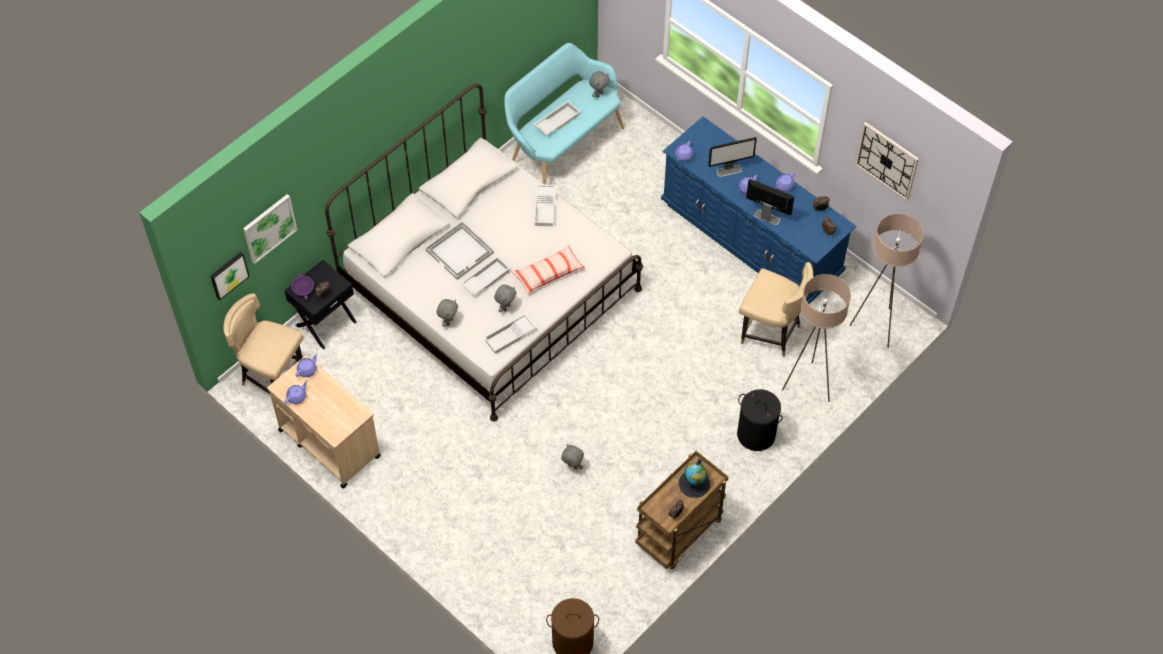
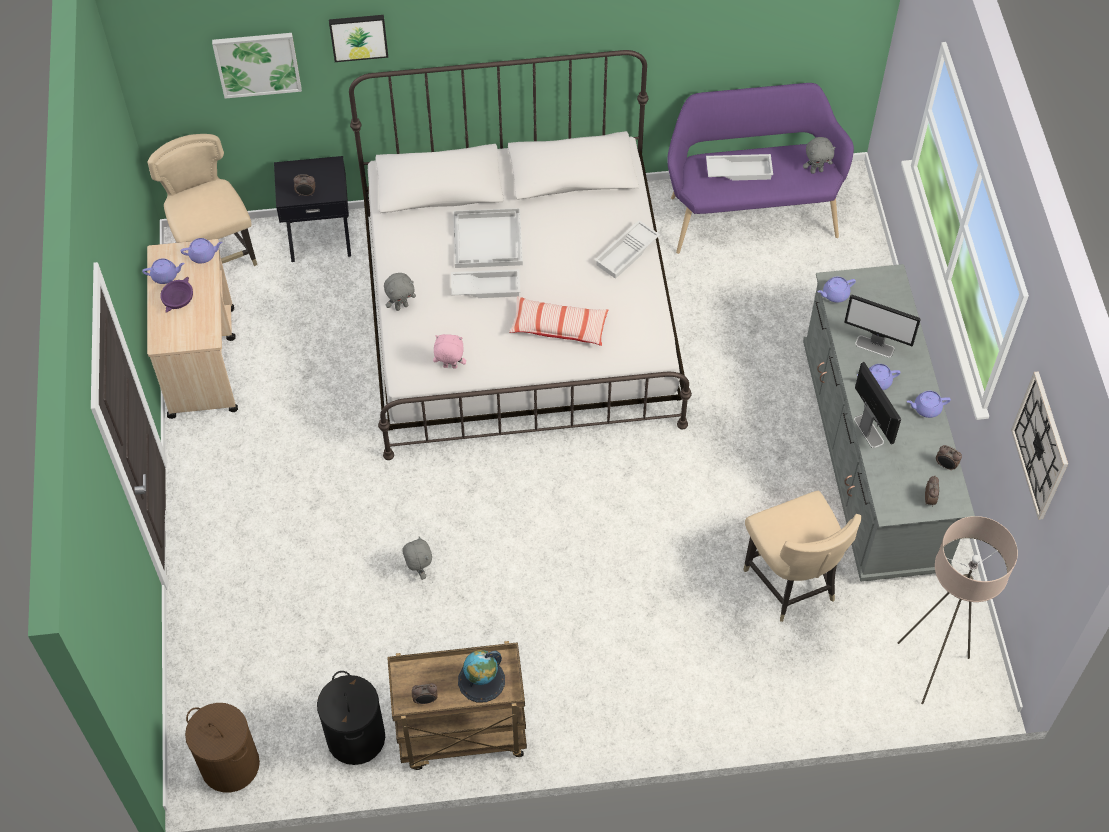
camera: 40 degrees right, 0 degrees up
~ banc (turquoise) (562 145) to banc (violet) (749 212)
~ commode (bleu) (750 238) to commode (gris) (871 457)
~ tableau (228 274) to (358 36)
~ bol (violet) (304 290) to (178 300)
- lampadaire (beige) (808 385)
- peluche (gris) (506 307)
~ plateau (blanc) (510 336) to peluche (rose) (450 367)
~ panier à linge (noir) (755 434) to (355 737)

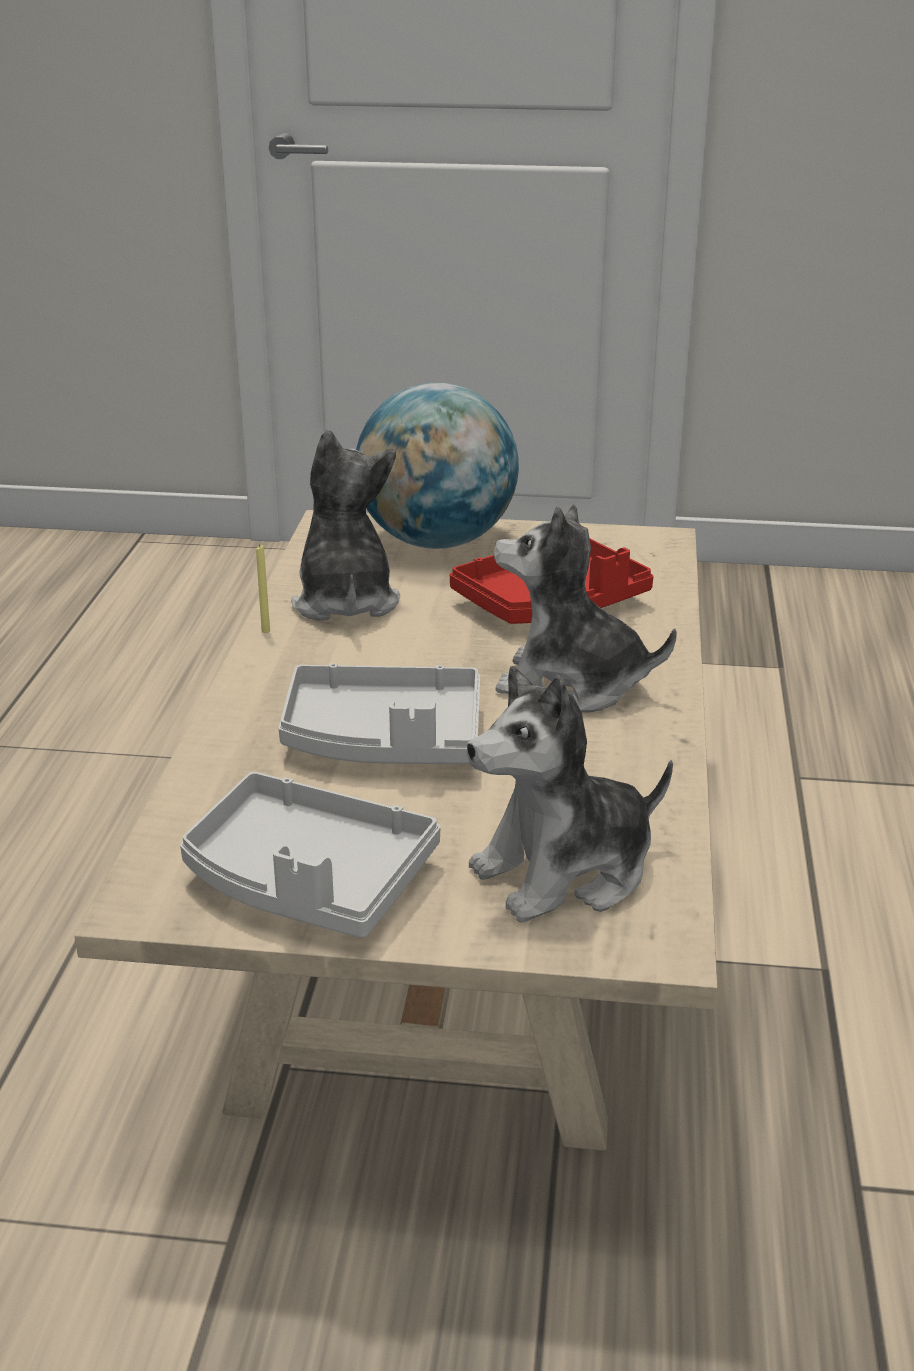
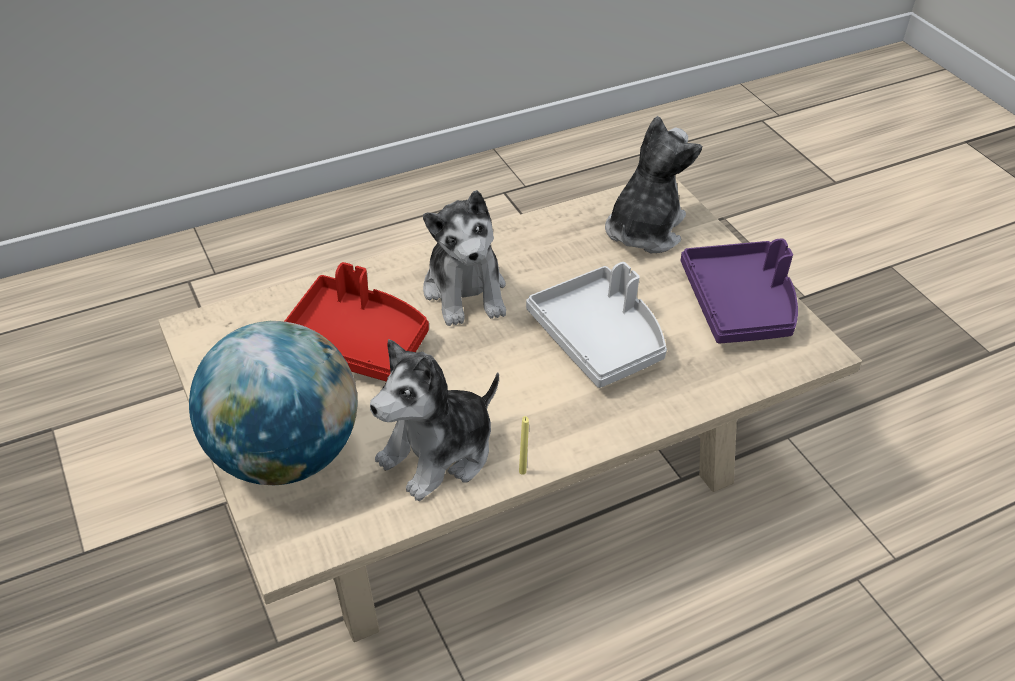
camera: 125 degrees left, 15 degrees up
~ peluche (565 872) = (643 230) 90 degrees counterclockwise
~ plateau (gris) (307 880) to plateau (violet) (740 304)

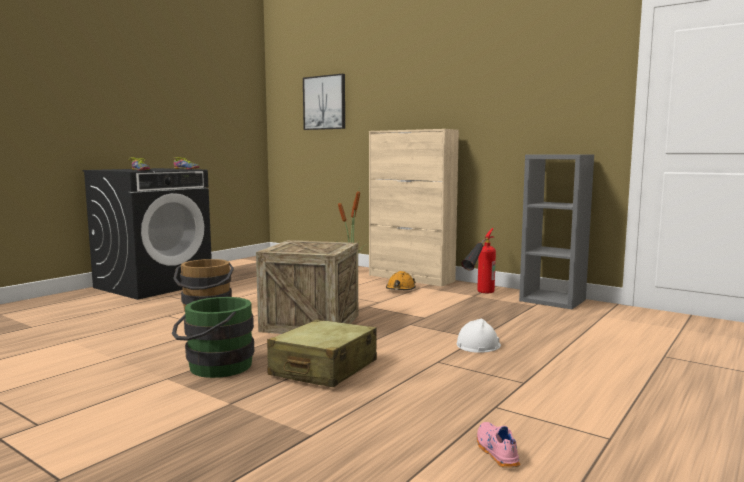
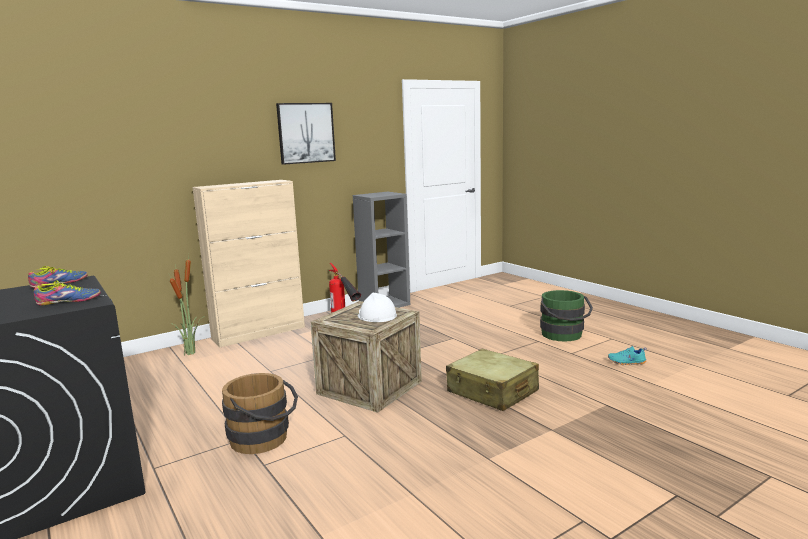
camera: 70 degrees left, 5 degrees up
~ tableau (324 102) to (306 133)
- casque de chantier (orange) (400 289)
~ seau (vert) (214 367) to (563 336)
~ casque de chantier (blanc) (478 345) to (377 316)
~ chaussure (rose) (495 452) to chaussure (turquoise) (627 362)

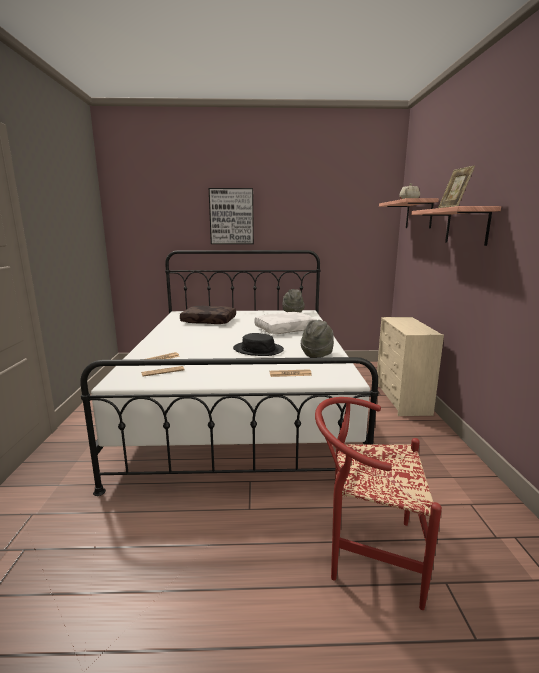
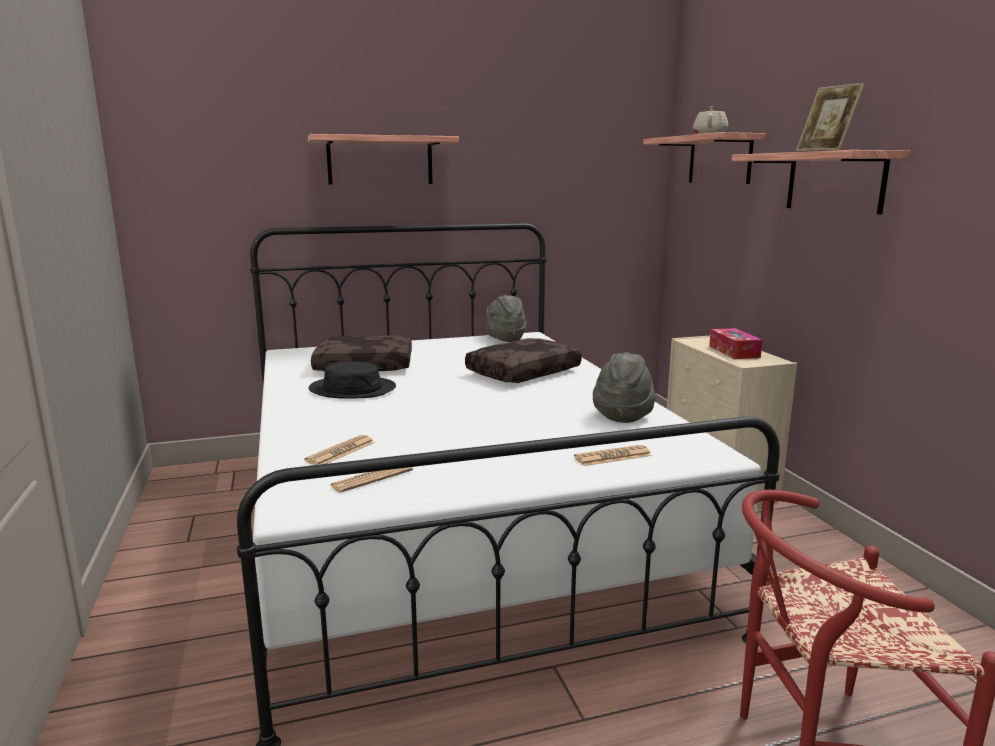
camera: 15 degrees left, 0 degrees up
~ tableau (231 216) to étagère (380 161)
~ coussin (blanc) (285 329) to coussin (marron) (523 372)
~ chapeau (noir) (258 349) to (352 389)
+ boîte à mouchoirs (734 351)

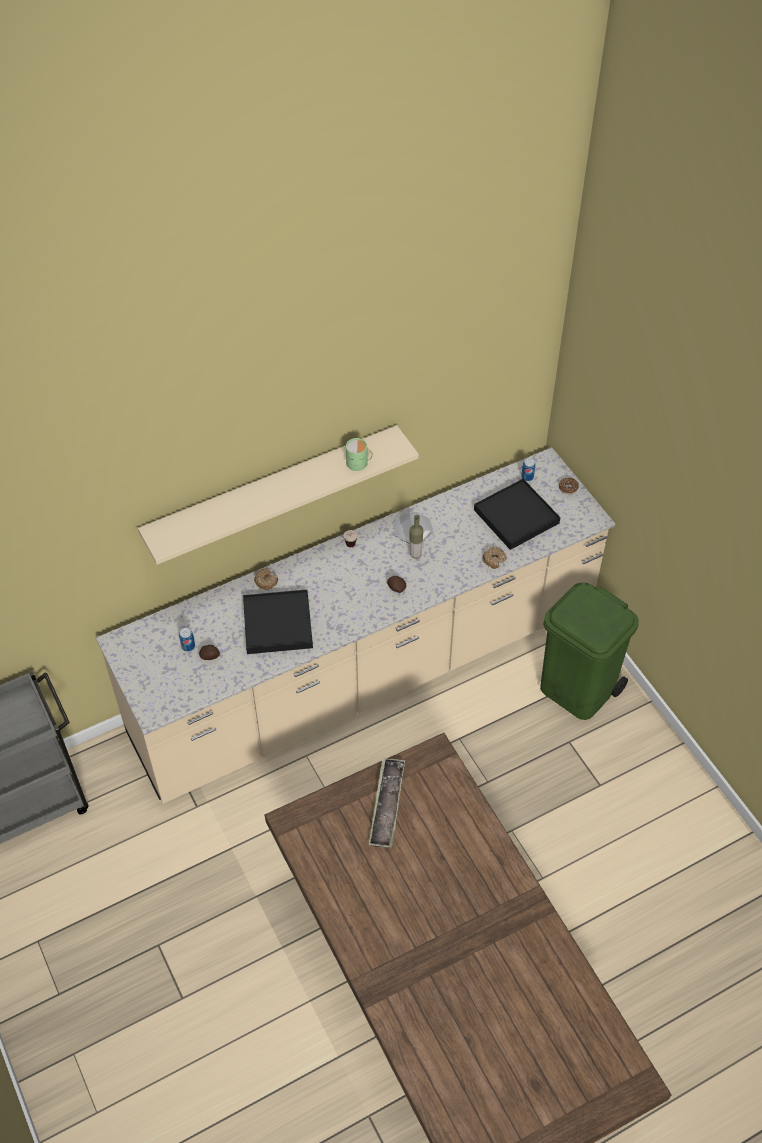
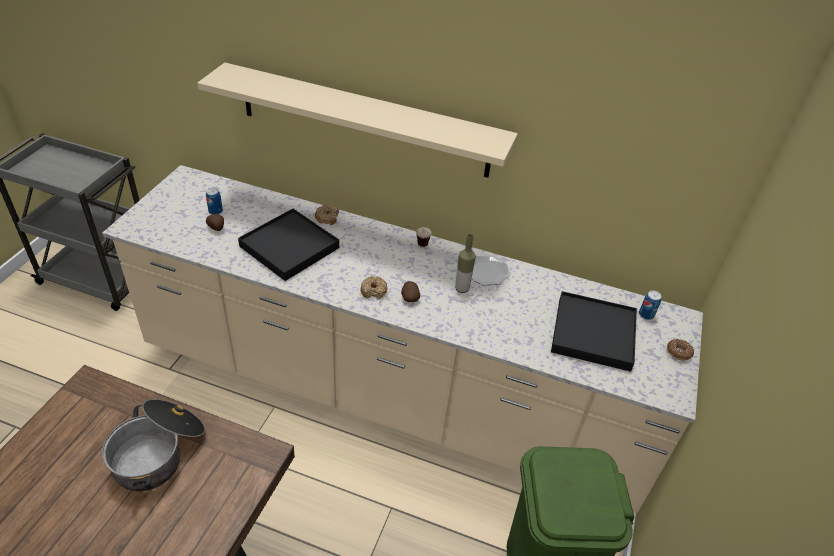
camera: 45 degrees right, 10 degrees down
- mug (vert) (359 463)
~ beignet (494 560) to (374 291)
~ plateau (387 805) to marmite (159 453)

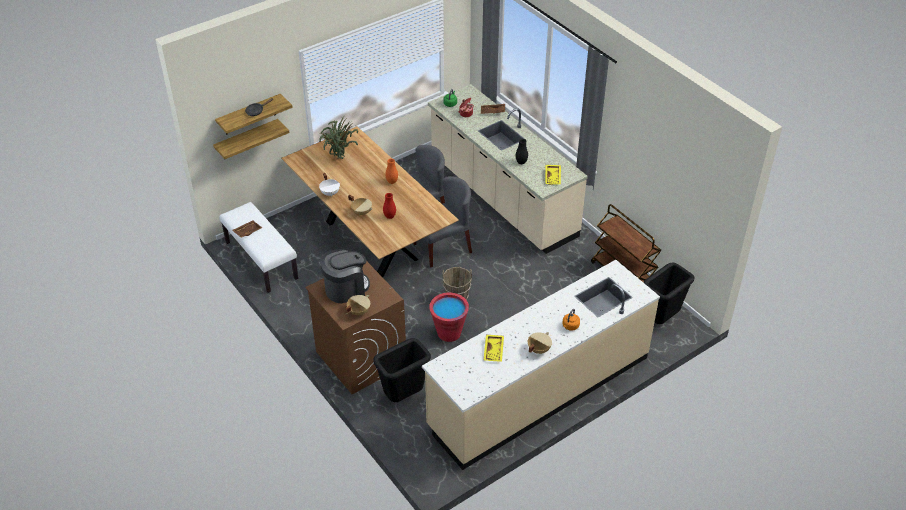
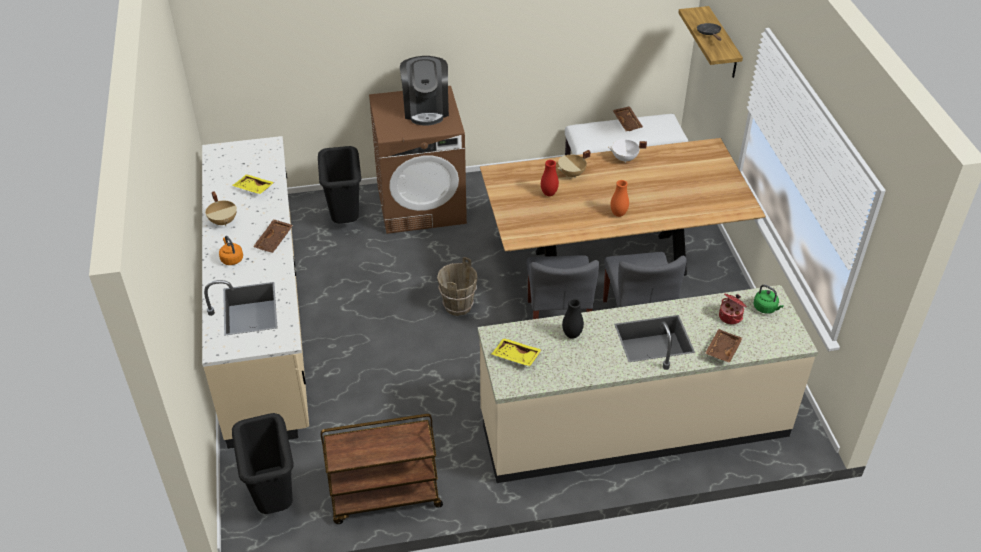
camera: 115 degrees right, 0 degrees up
- plante en pot (339 159)
- étagère (247 140)
- seau (rouge) (449 333)
- marmite (beige) (358 311)
+ plateau (marron) (274 240)

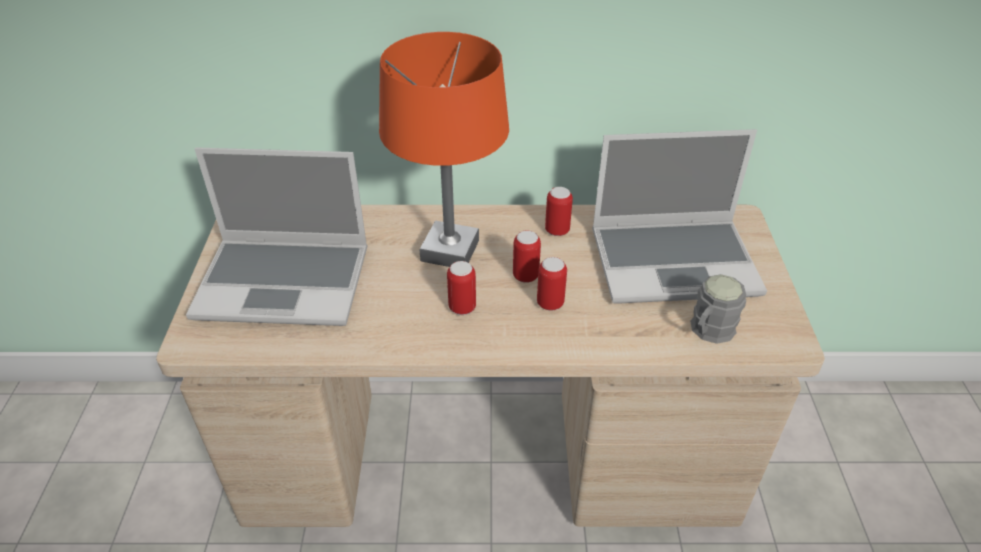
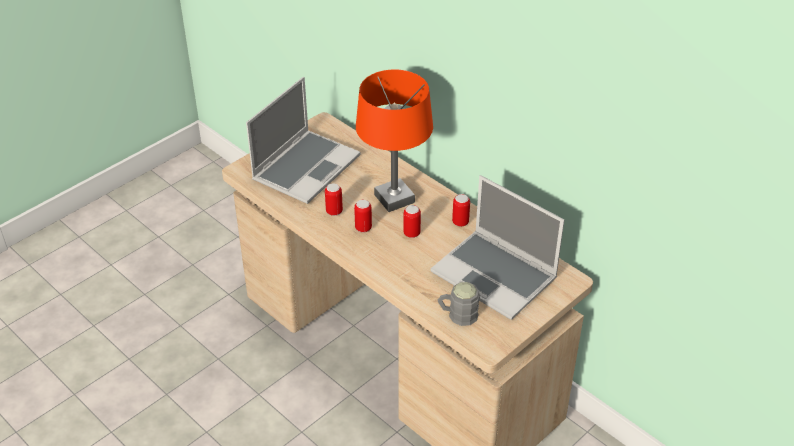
camera: 45 degrees right, 0 degrees up
~ ordinateur portable (286 282) = (306 167) 105 degrees counterclockwise
~ boîte métallique (550 303) to (334 211)

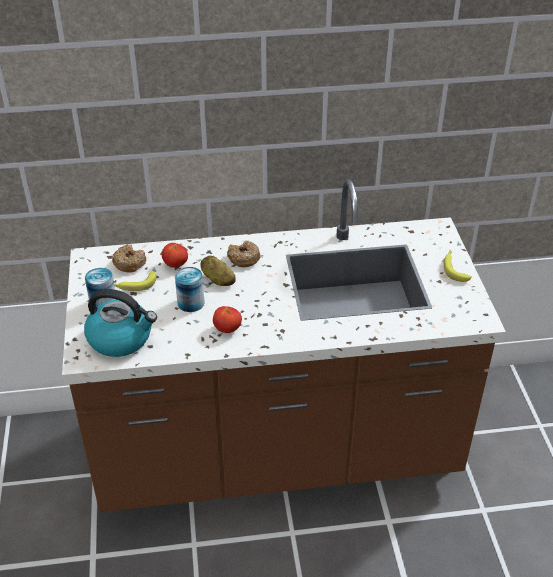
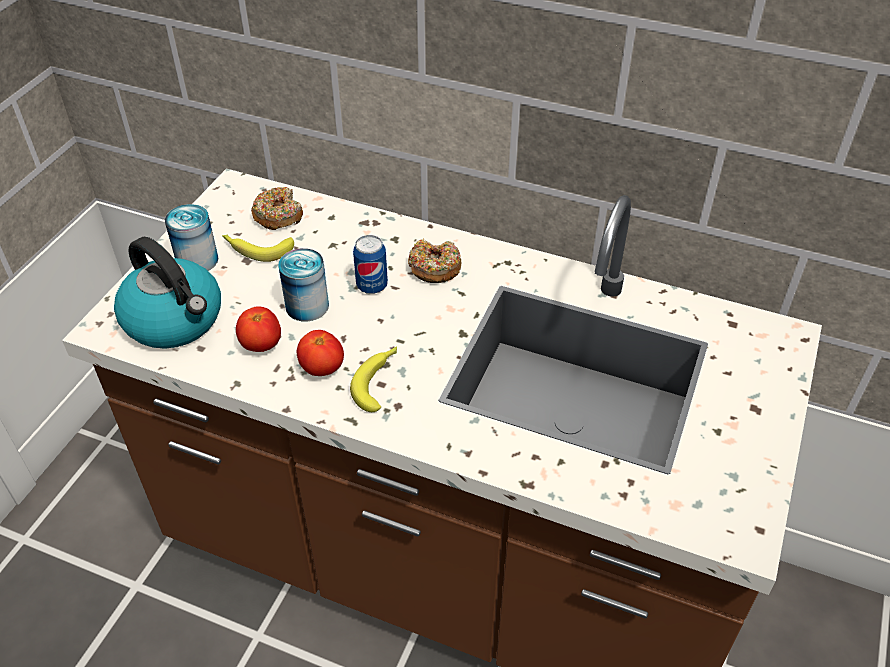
camera: 30 degrees right, 5 degrees up
~ tomate (175 265) to (261 345)
~ banane (454 268) to (379 381)
~ pomme de terre (218 280) to boîte métallique (372 286)

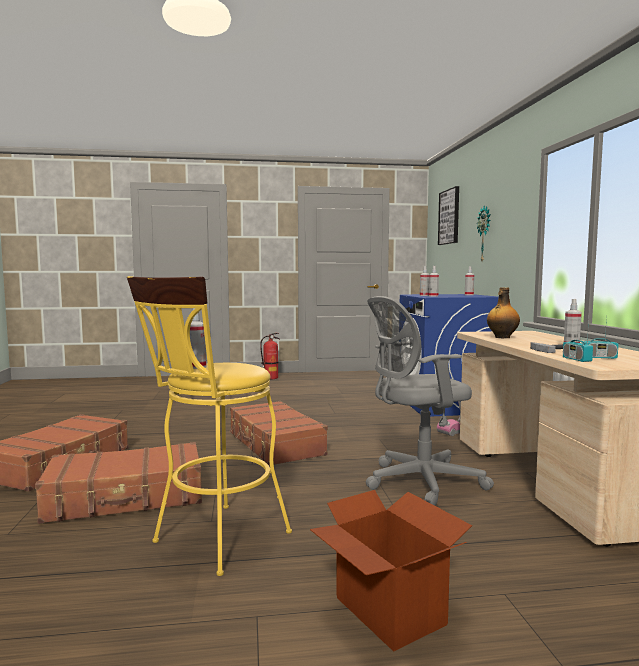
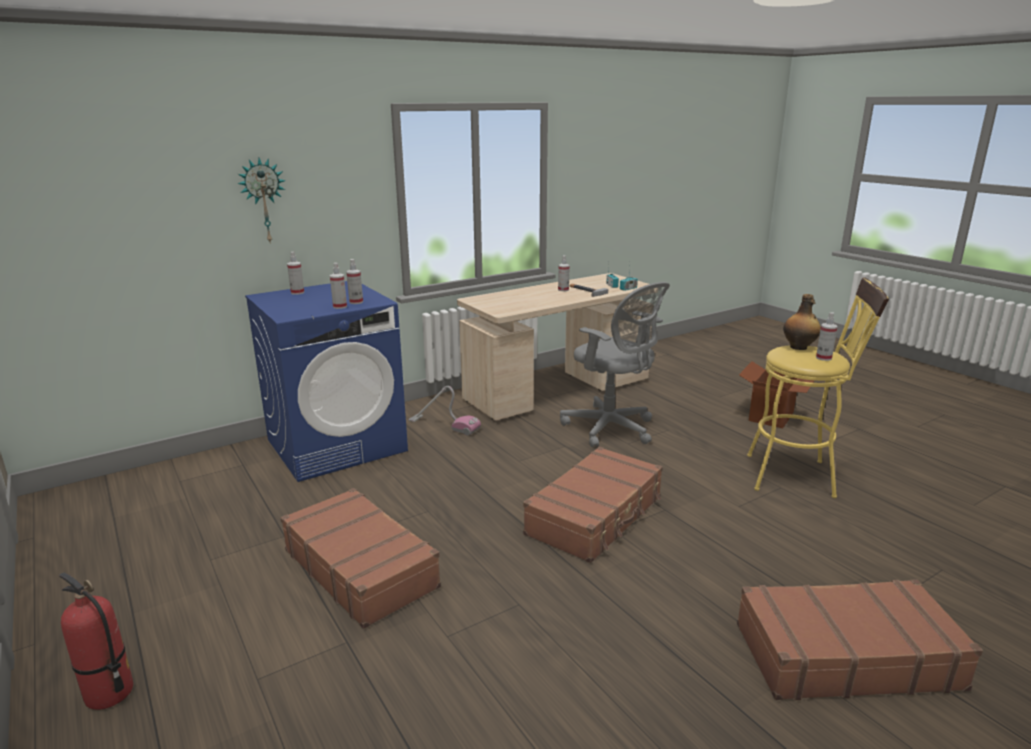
camera: 115 degrees left, 15 degrees up
- tableau (449 217)
~ bouteille (502 337) to (799 347)
~ valise (marron) (126 498) to (361 568)

